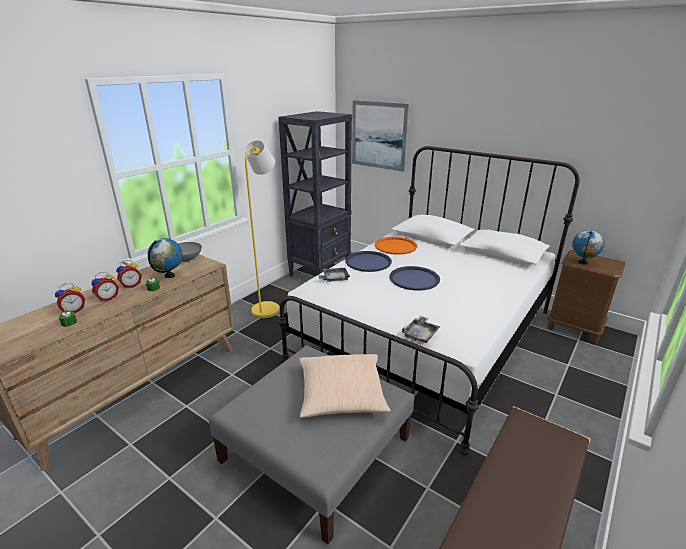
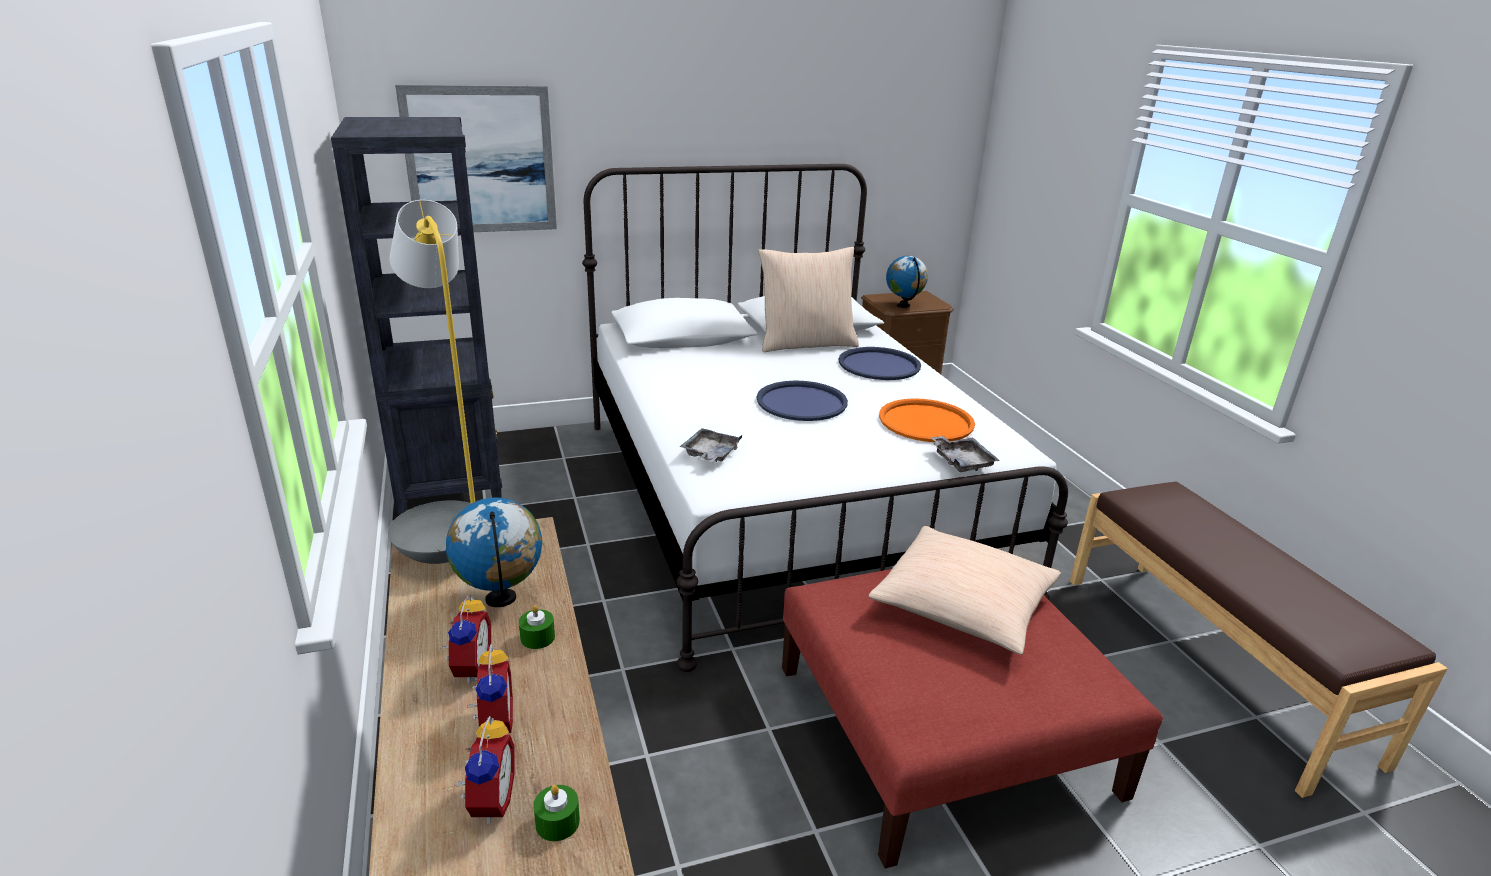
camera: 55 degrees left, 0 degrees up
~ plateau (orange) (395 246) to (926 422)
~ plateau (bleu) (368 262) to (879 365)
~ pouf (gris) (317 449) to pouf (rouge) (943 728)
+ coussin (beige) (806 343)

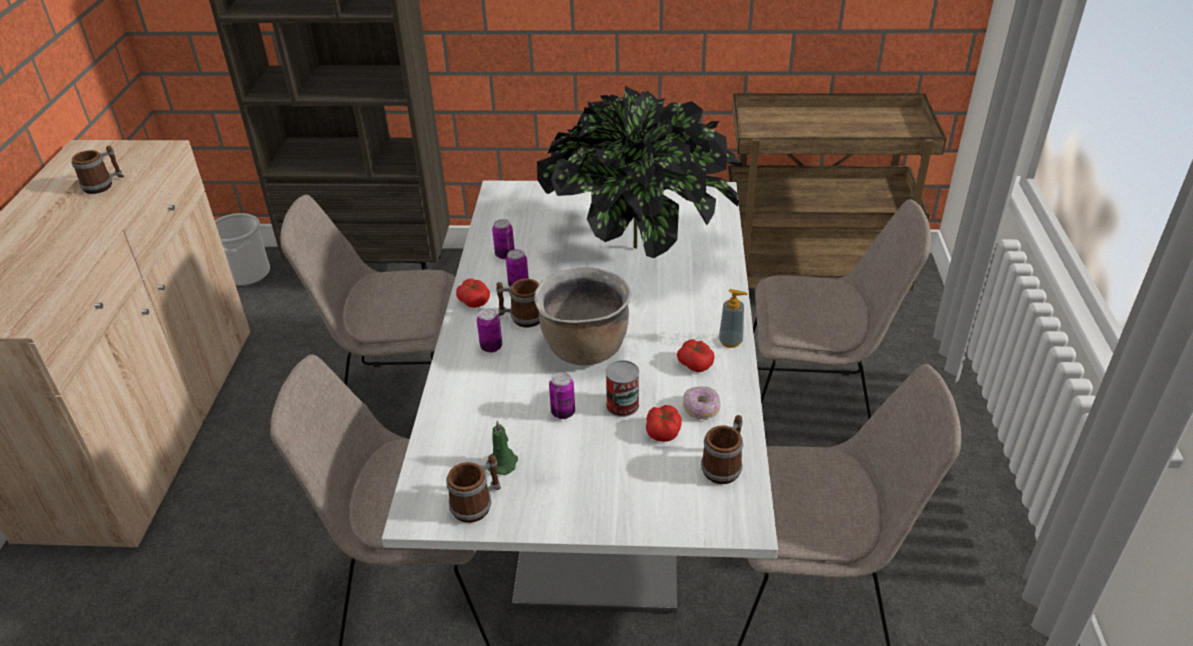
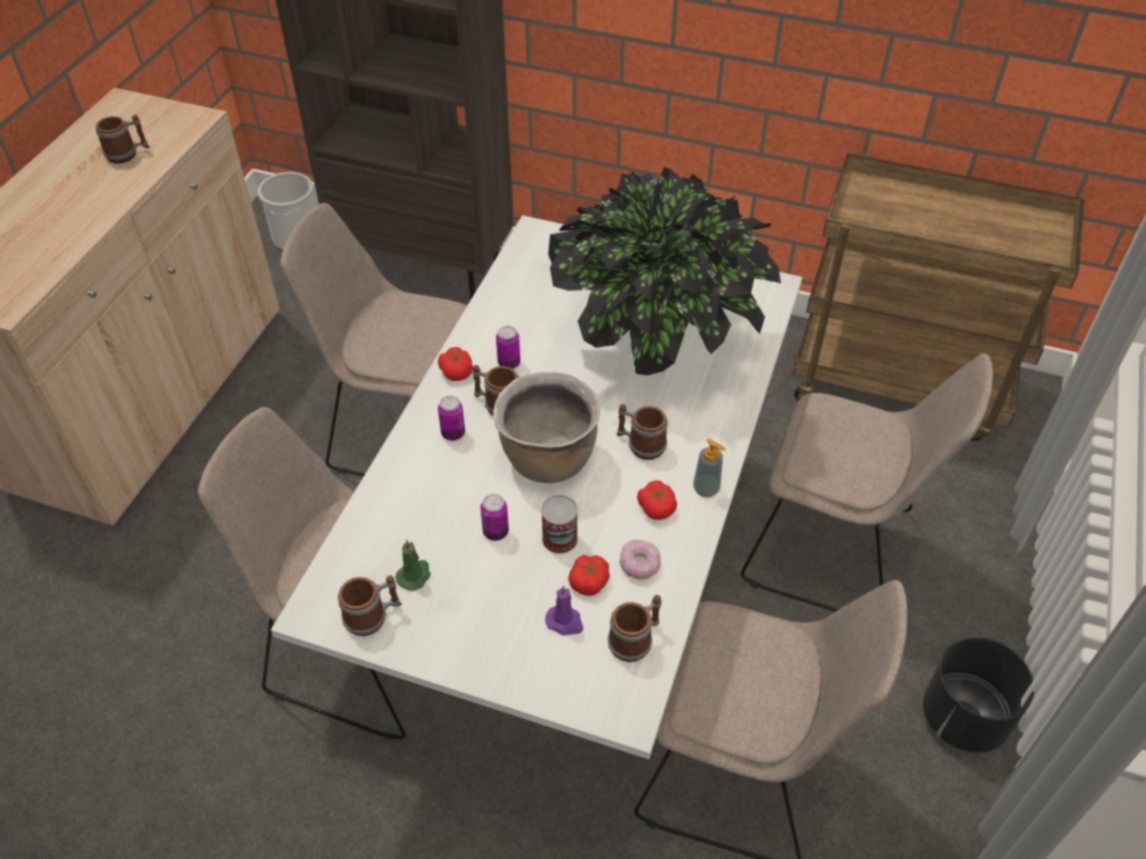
camera: 15 degrees right, 10 degrees up
- boîte métallique (505 255)
+ mug (640 444)
+ bougie (violet) (565 622)
+ cache-pot (noir) (963 718)

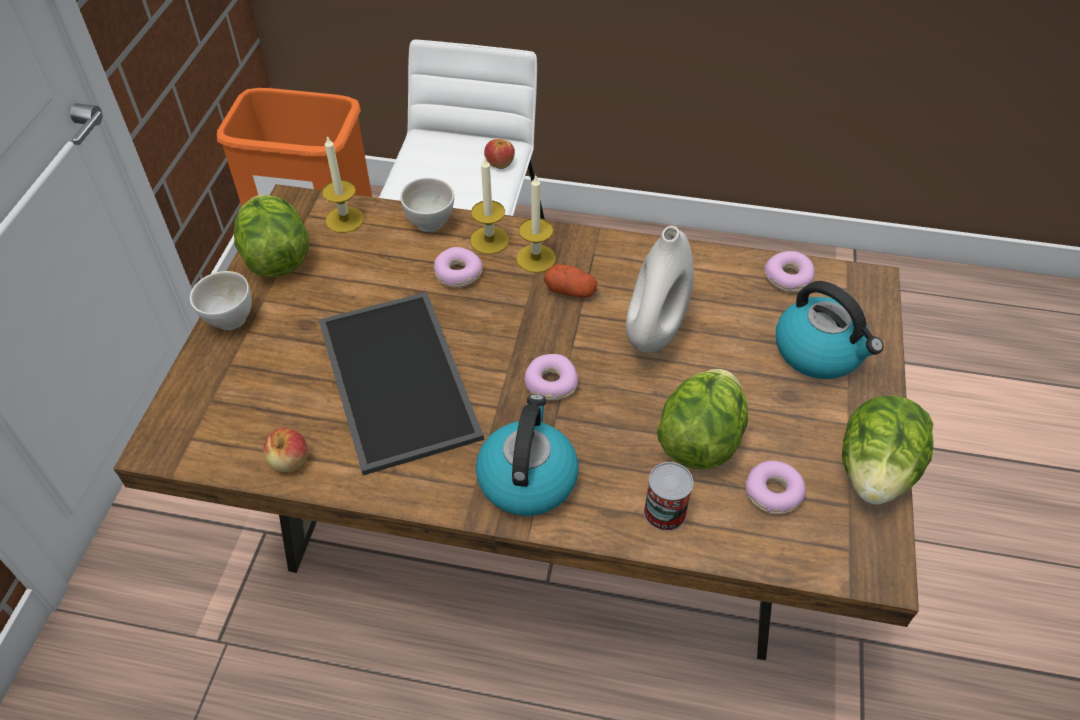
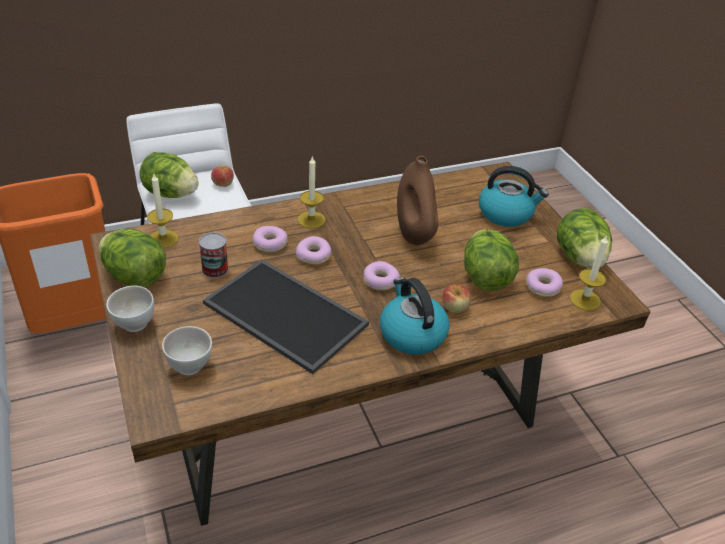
camera: 35 degrees left, 10 degrees down
~ bougie (489 240) to (585 300)
~ bol (blanc) (430 223) to (190 367)
~ vase (blanc) (655 332) to vase (marron) (414 234)
~ beignet (788 278) to (314 255)
- pomme de terre (570 291)
~ pomme (289 461) to (455 307)
~ boîte métallique (664 512) to (215 269)
+ laitue (170 194)

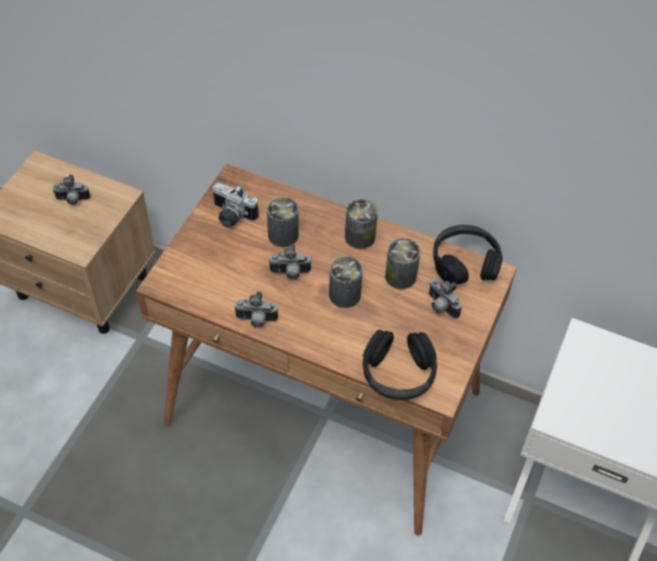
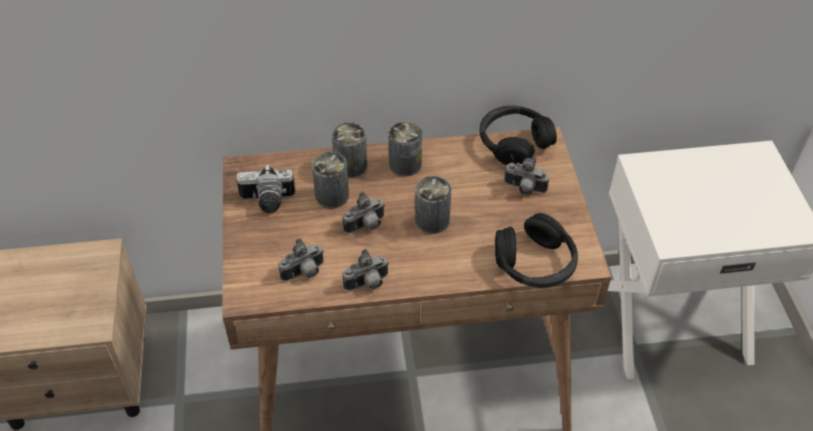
camera: 30 degrees left, 5 degrees down
~ appareil photo (72 200) to (304 273)
~ boîte métallique (400 276) to (350 166)

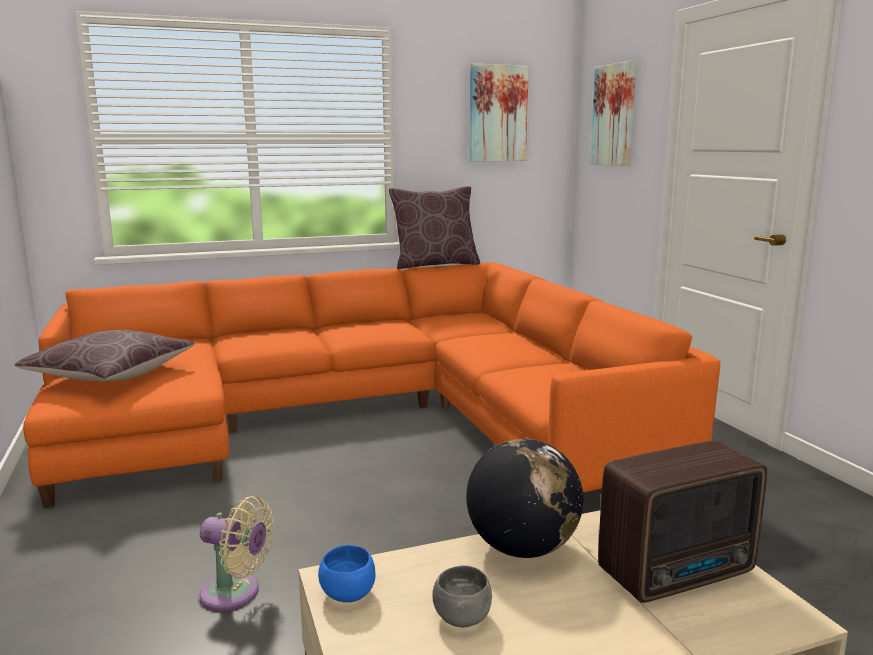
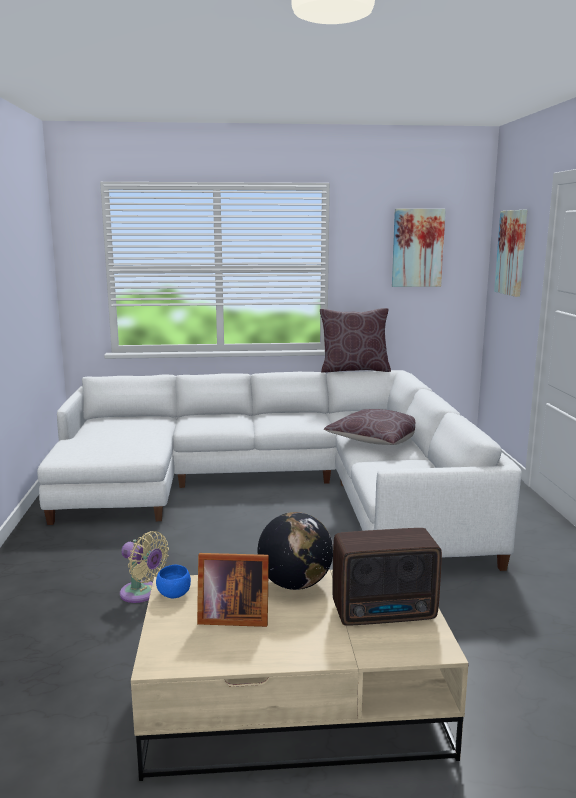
camera: 15 degrees right, 0 degrees up
~ canapé (orange) (365 418) to canapé (blanc) (278 487)
~ coussin (marron) (111 374) to (377 440)
~ bol (gris) (462 617) to cadre photo (231 616)

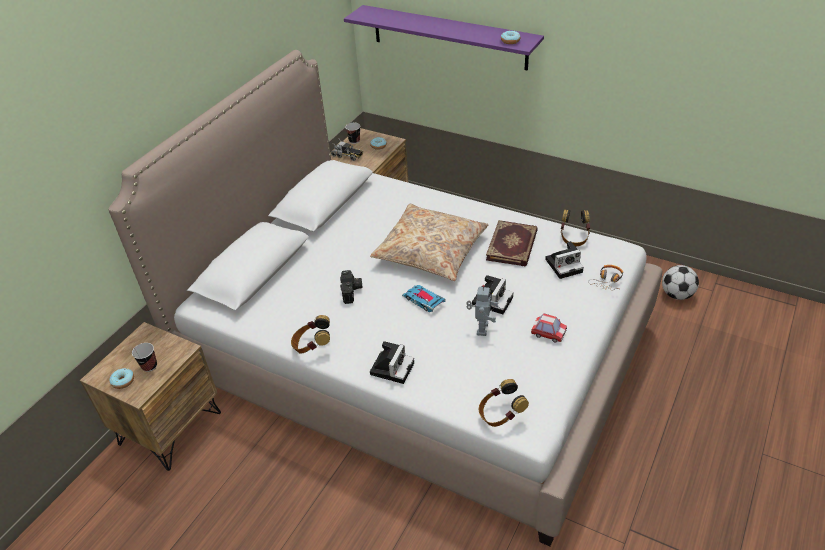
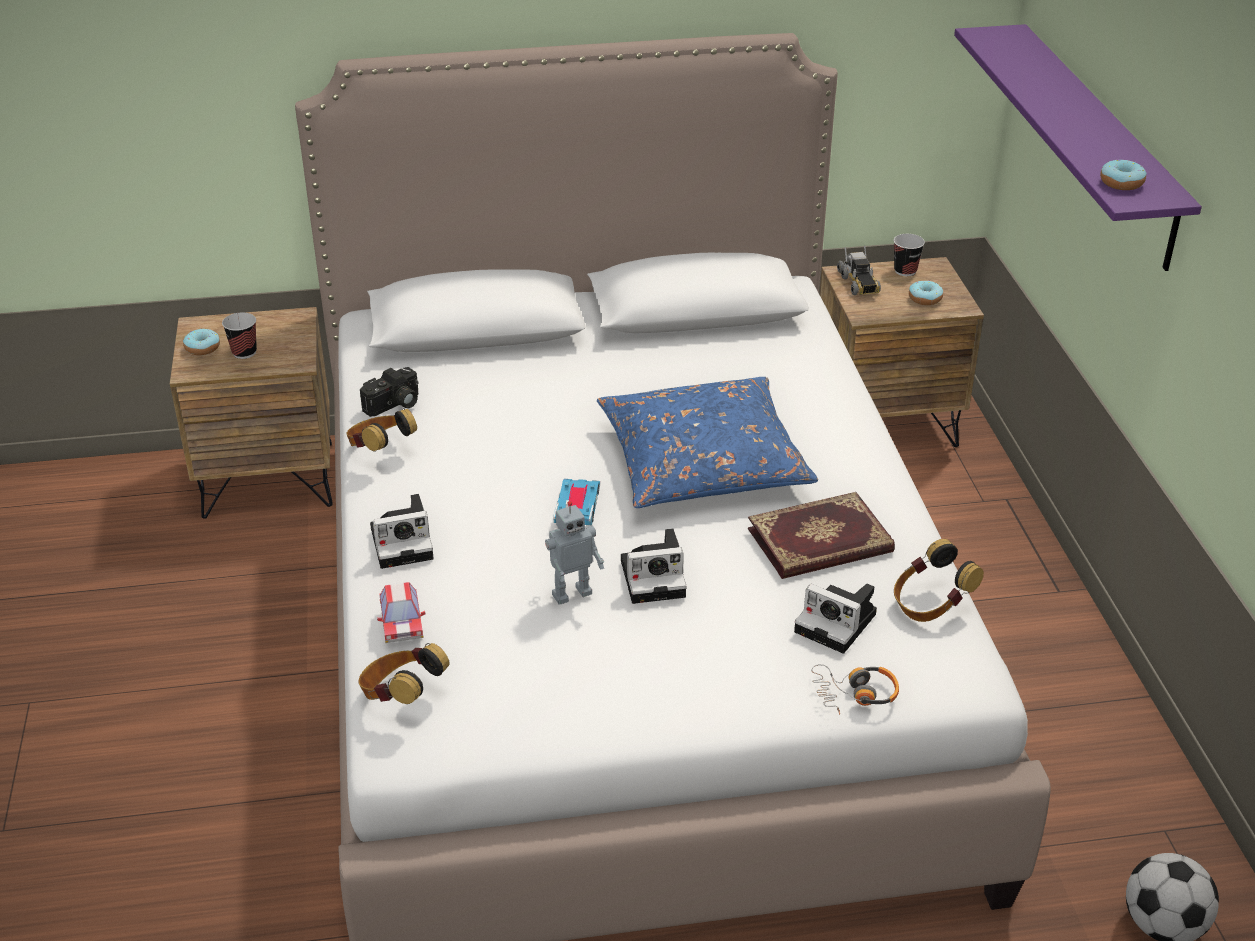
camera: 50 degrees right, 5 degrees down
~ coussin (beige) (431 251) to coussin (bleu) (703 462)
~ appareil photo (352 291) to (394 405)
~ petite voiture (548 333) to (402 625)

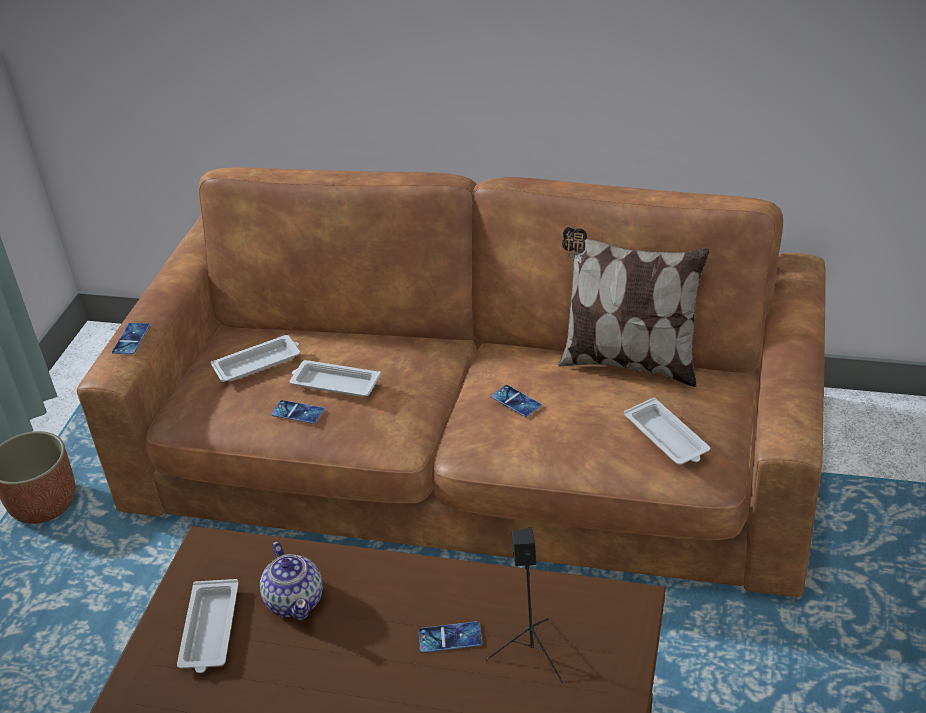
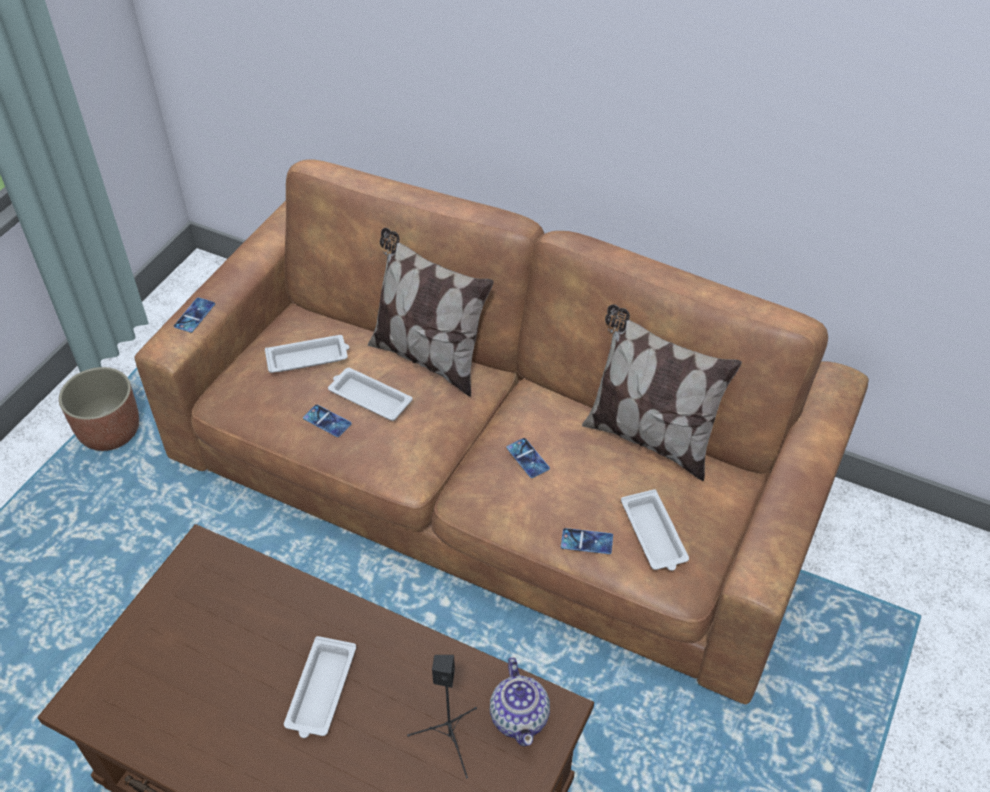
camera: 10 degrees right, 10 degrees up
~ théière (295 600) to (520 716)
~ plateau (blanc) (210 631) to (321 691)
~ téléphone (450 637) to (587 541)
+ coussin (428 357)

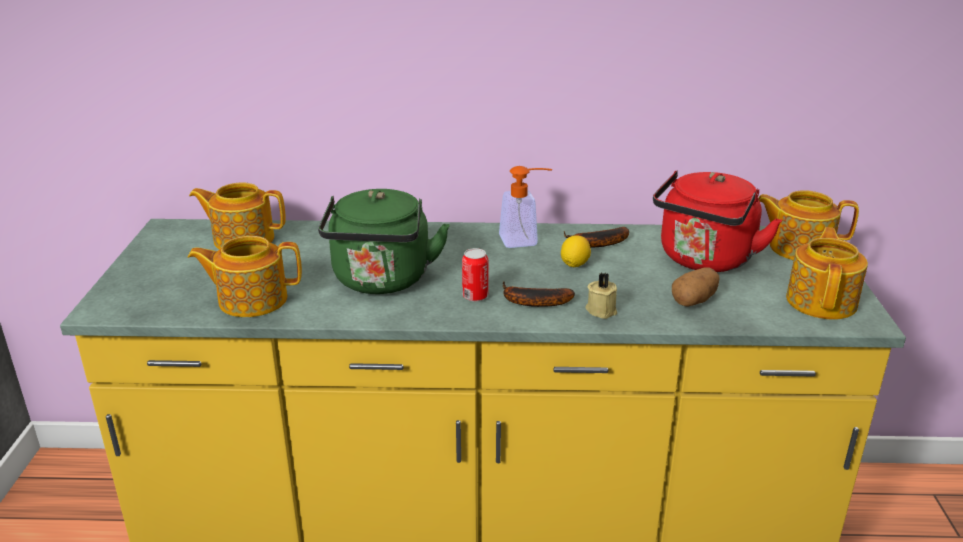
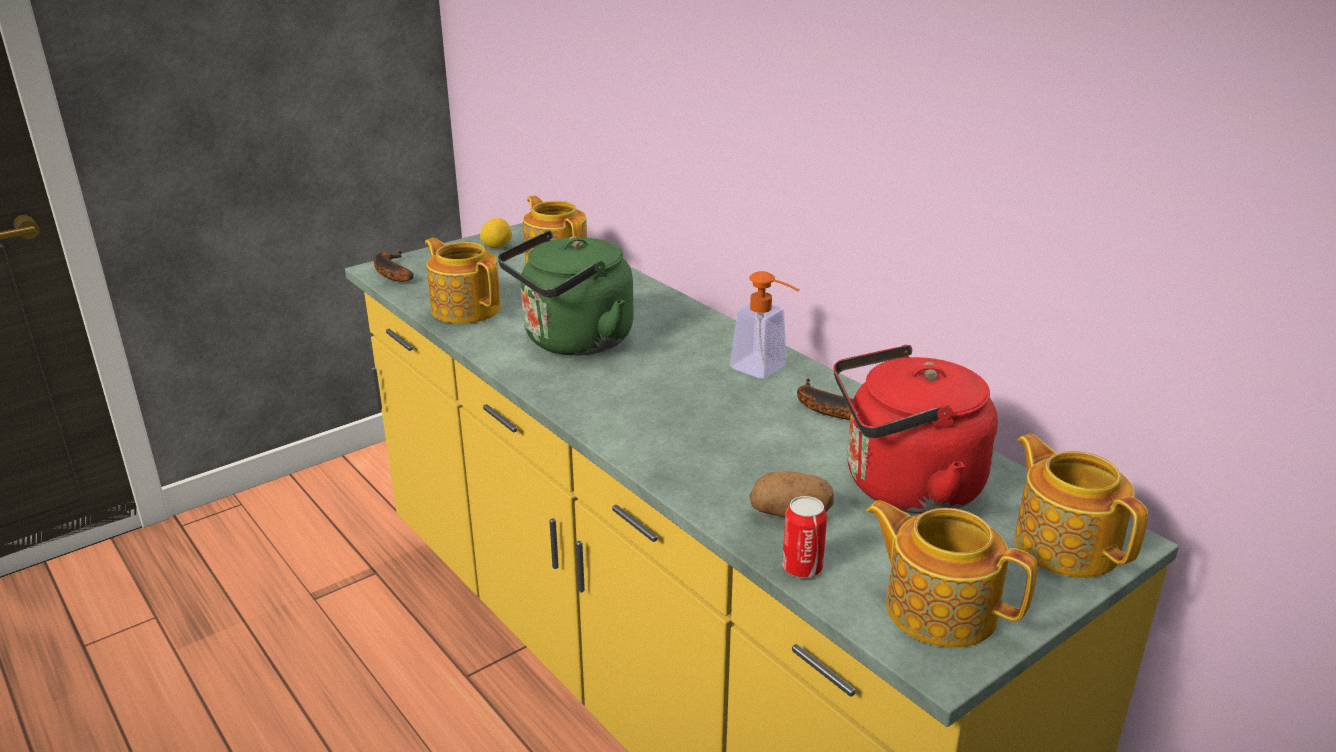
camera: 50 degrees right, 0 degrees up
~ théière (822 301) = (939 608) 120 degrees counterclockwise
~ citron (574 264) to (497 247)
~ boîte métallique (475 296) to (802 567)
- bougie (beige) (601 310)
~ banane (531 302) to (390 272)

